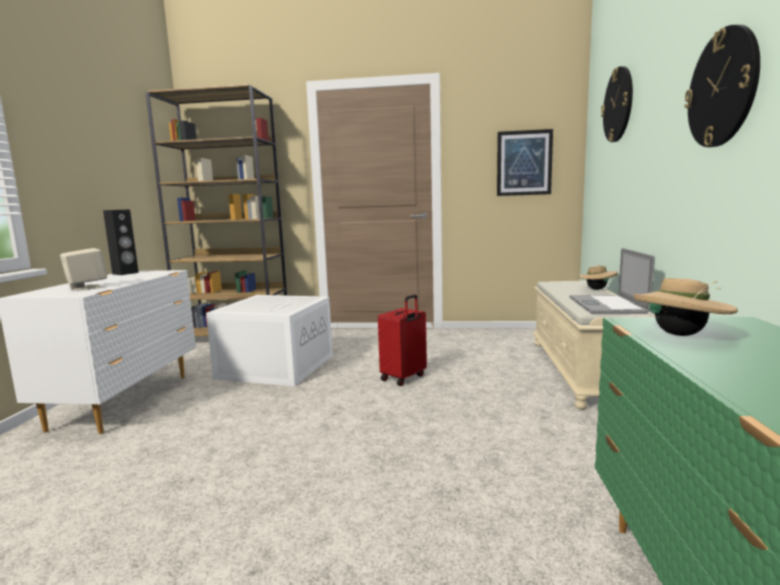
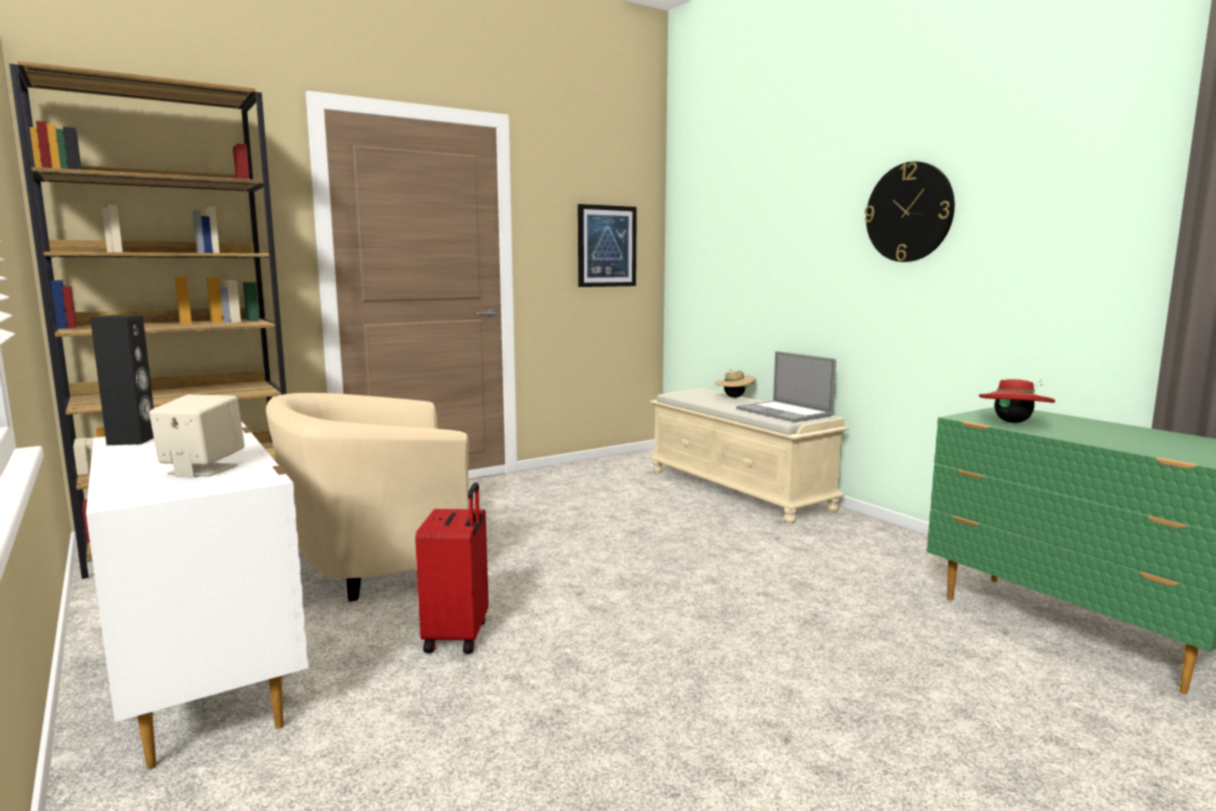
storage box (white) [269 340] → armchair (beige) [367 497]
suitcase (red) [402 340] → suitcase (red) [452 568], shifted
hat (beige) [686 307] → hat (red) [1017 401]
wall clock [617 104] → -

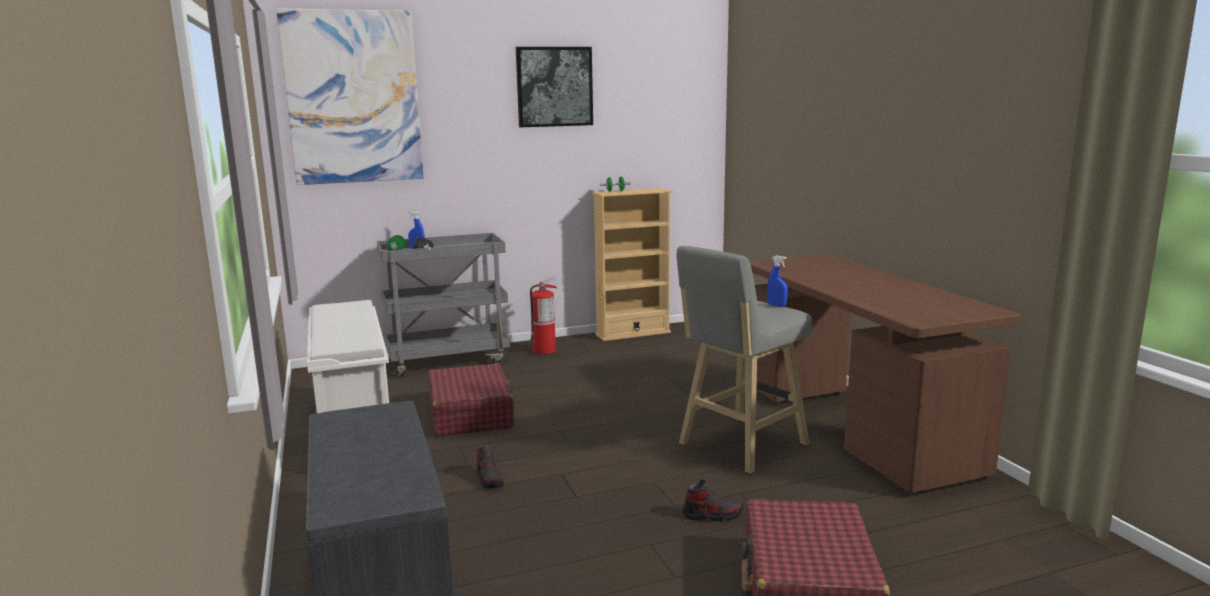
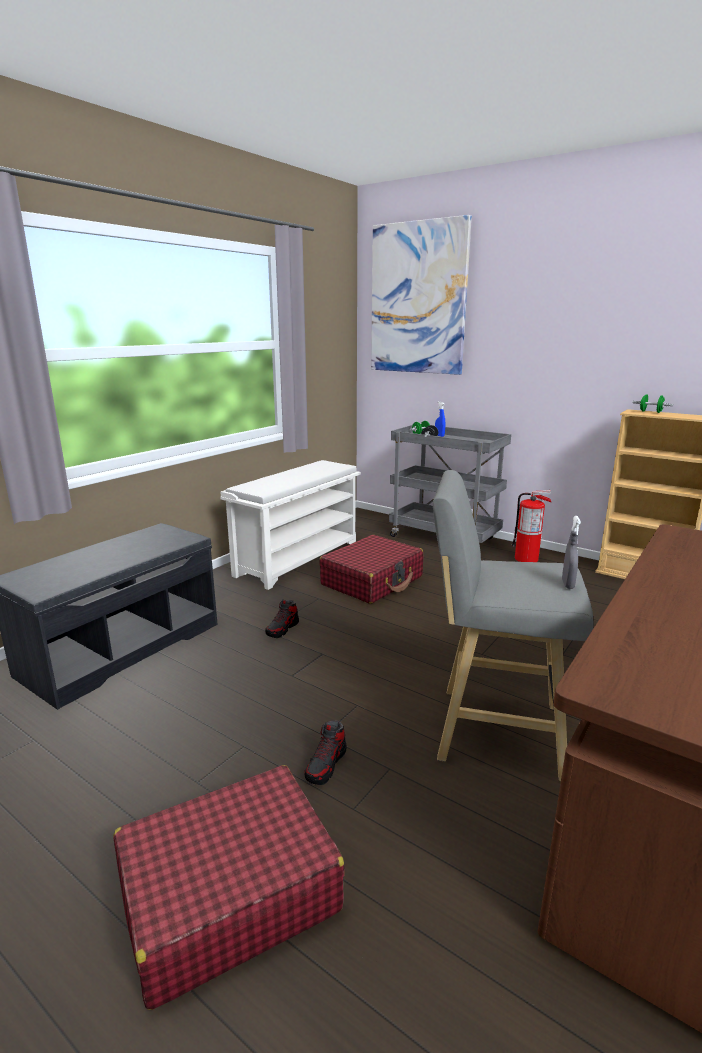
shoe [712 500] → shoe [325 752], 60 degrees clockwise
spray bottle (blue) [777 281] → spray bottle (grey) [571 552]
picture [554 87] → -

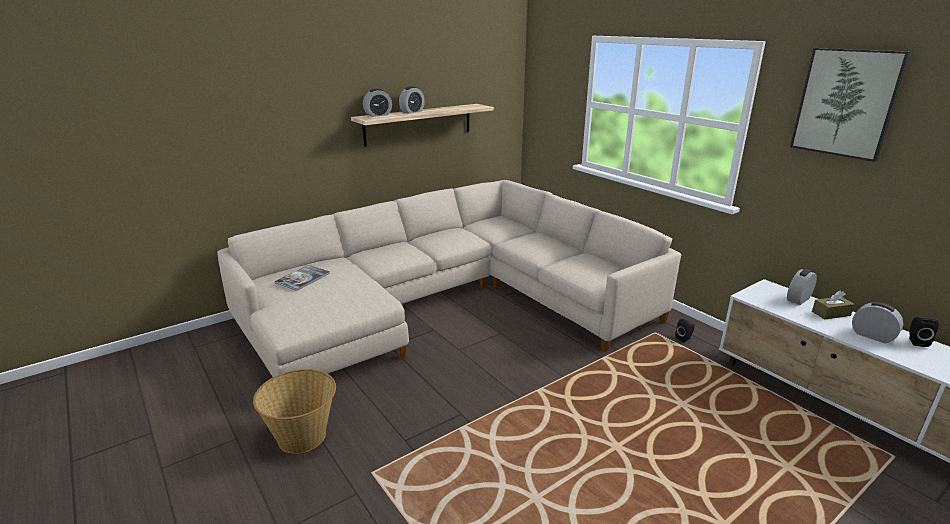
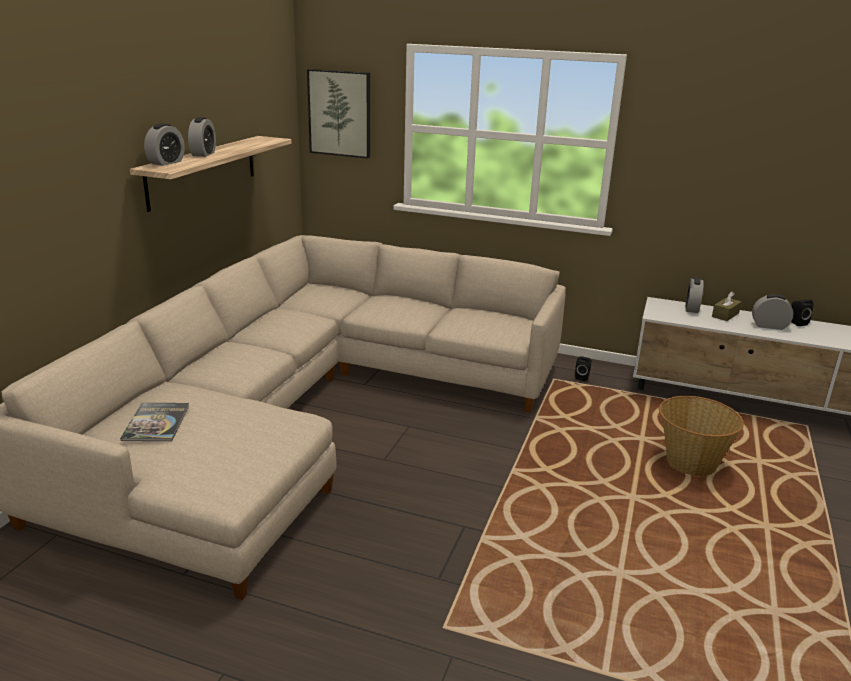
picture [850 105] → picture [338 113], shifted
basket [294 411] → basket [701 436], shifted

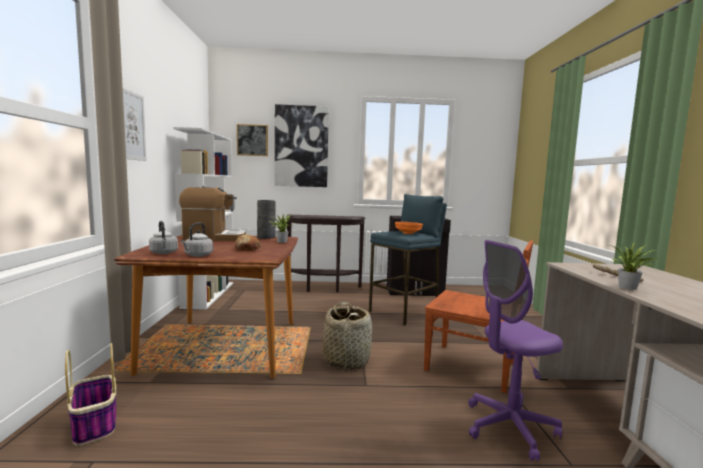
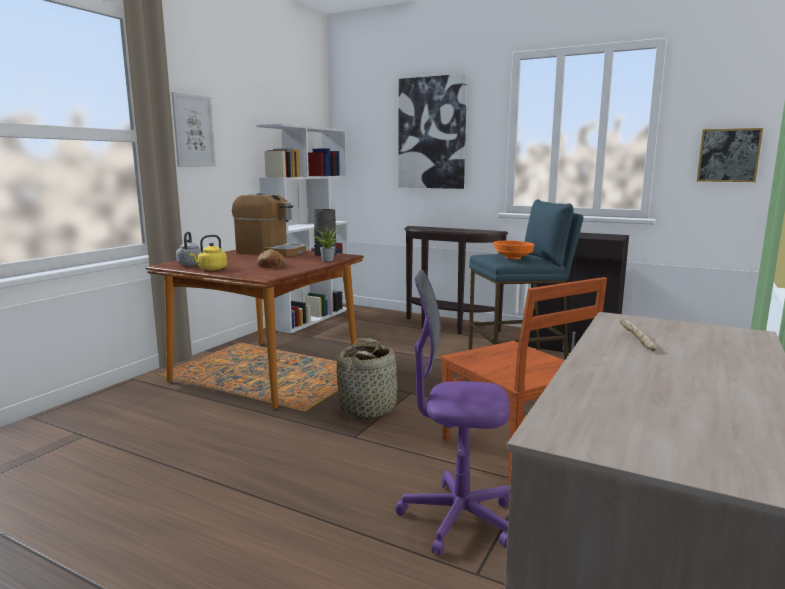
kettle (grey) [197 239] → kettle (yellow) [208 252]
picture [252 140] → picture [730 155], shifted
basket [90 394] → -
potted plant [633 266] → -

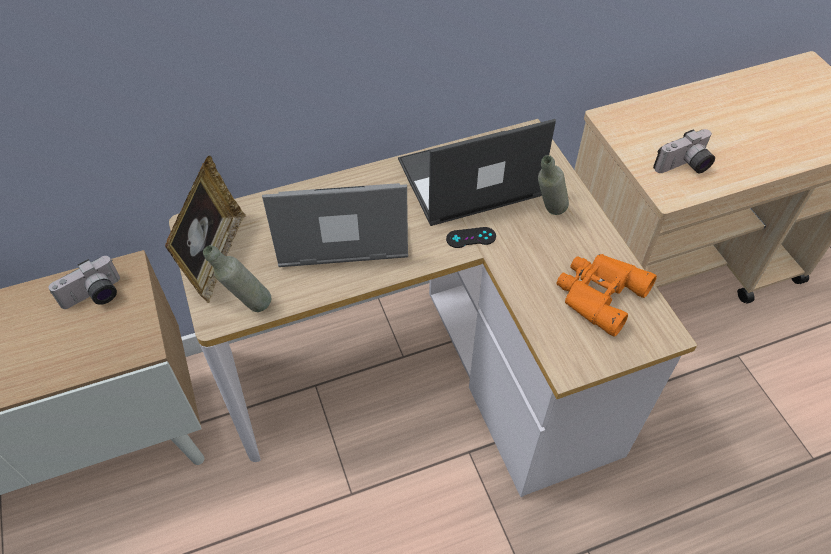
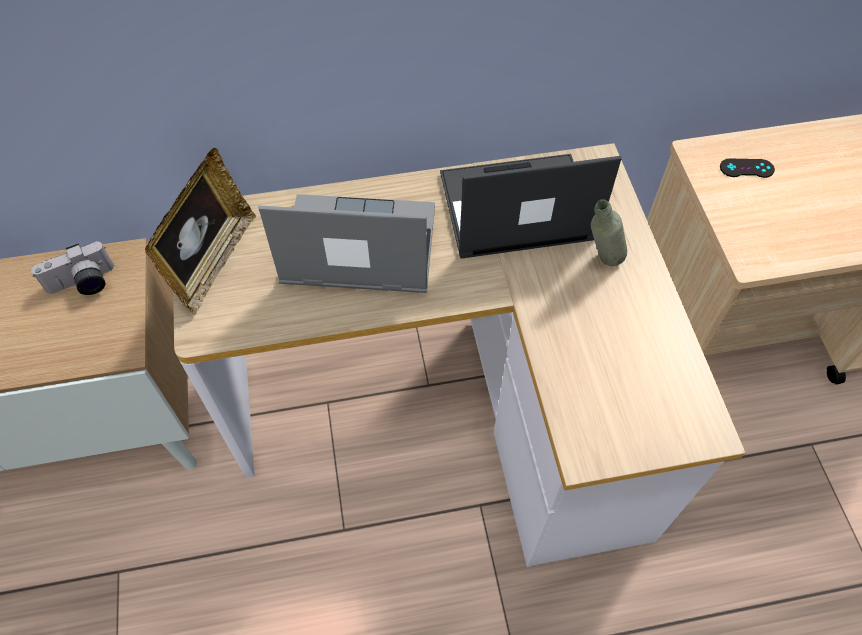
game controller (black) [471 237] → game controller (black) [747 168], shifted
bottle (grey) [237 278] → -
binoculars (orange) [607 295] → -
photo camera [684 151] → -

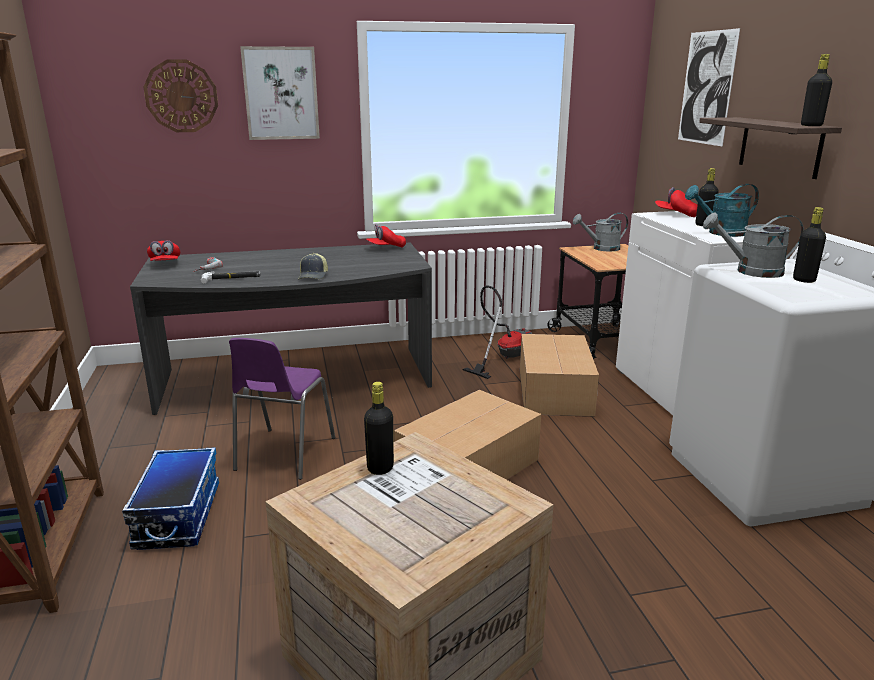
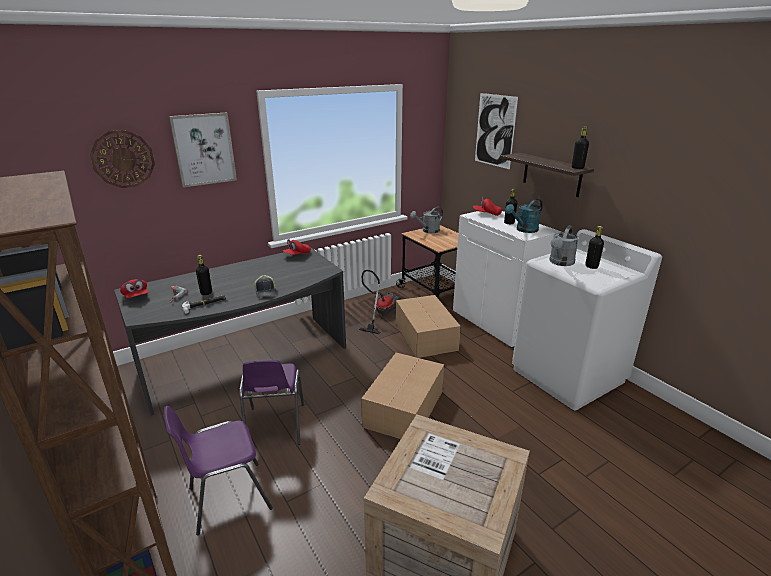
storage box [170 498] → chair (purple) [218 470]
bottle (black) [379 428] → bottle (black) [204 275], shifted
watering can (grey) [753 245] → watering can (grey) [564 246], 45 degrees counterclockwise

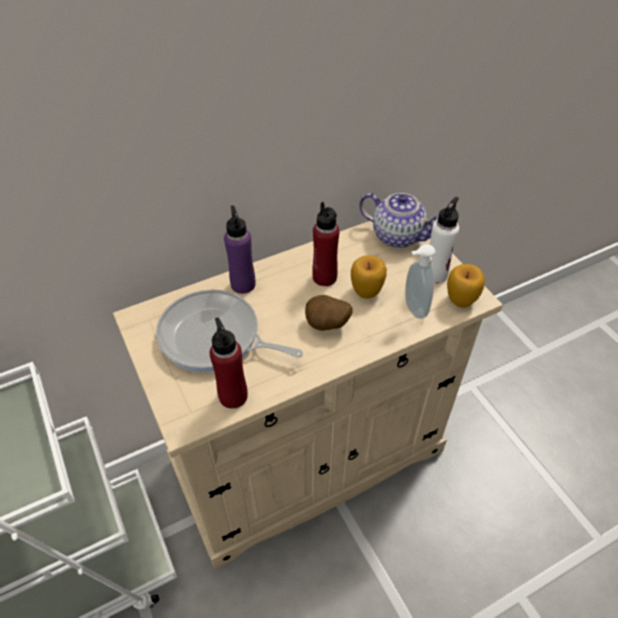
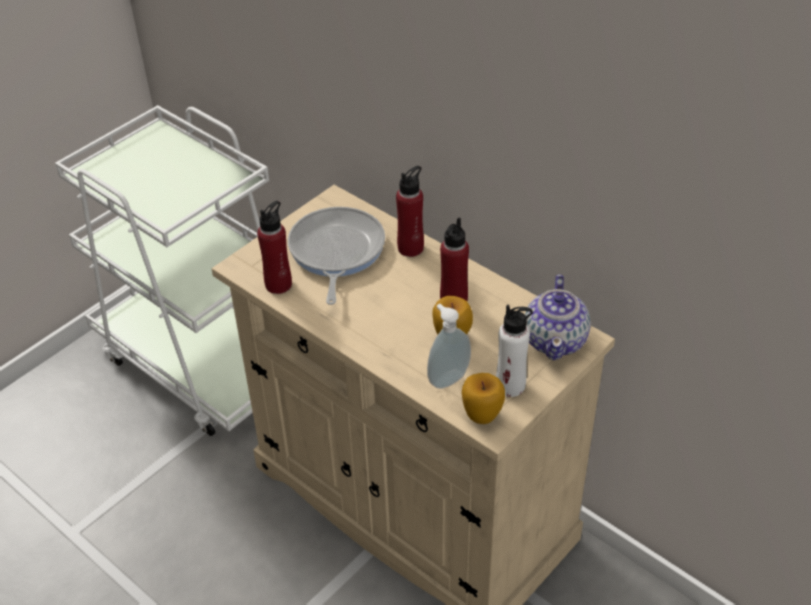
bottle (purple) [239 249] → bottle (red) [410 211]
potato [329 313] → -

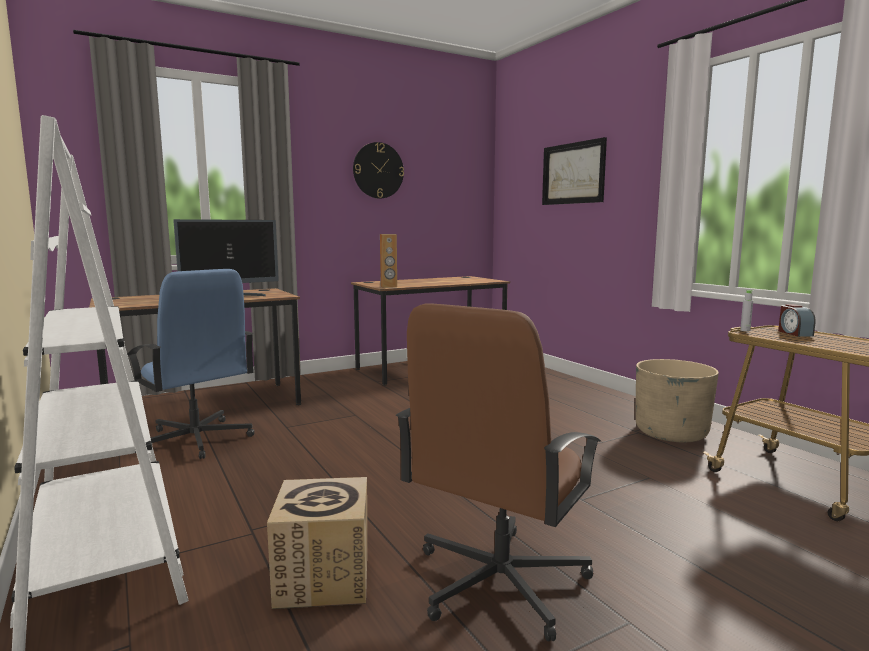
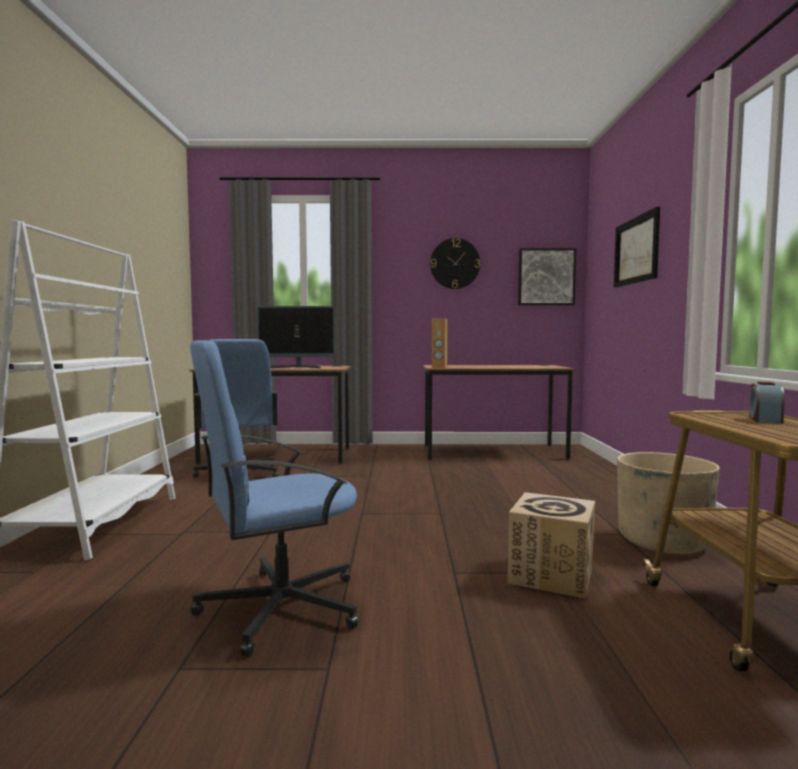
office chair (brown) [498 472] → office chair (blue) [274 498]
cardboard box [317 543] → cardboard box [551 545], shifted
- → picture [547 276]
bottle (grey) [746 310] → -

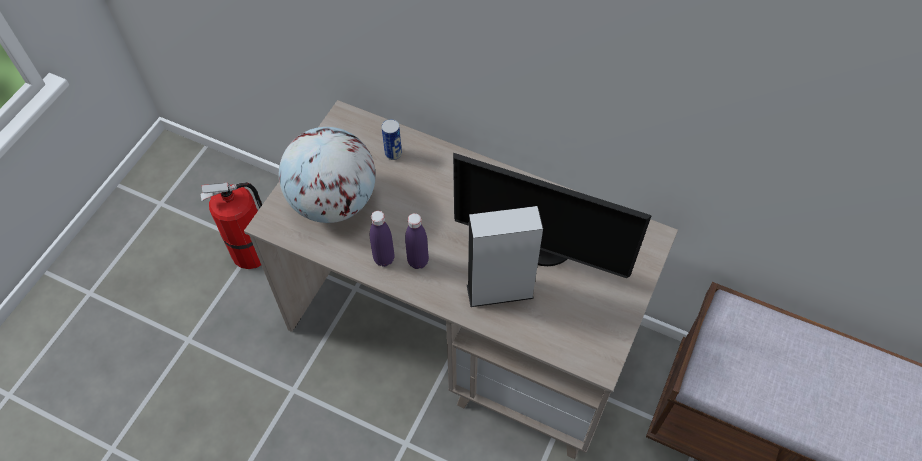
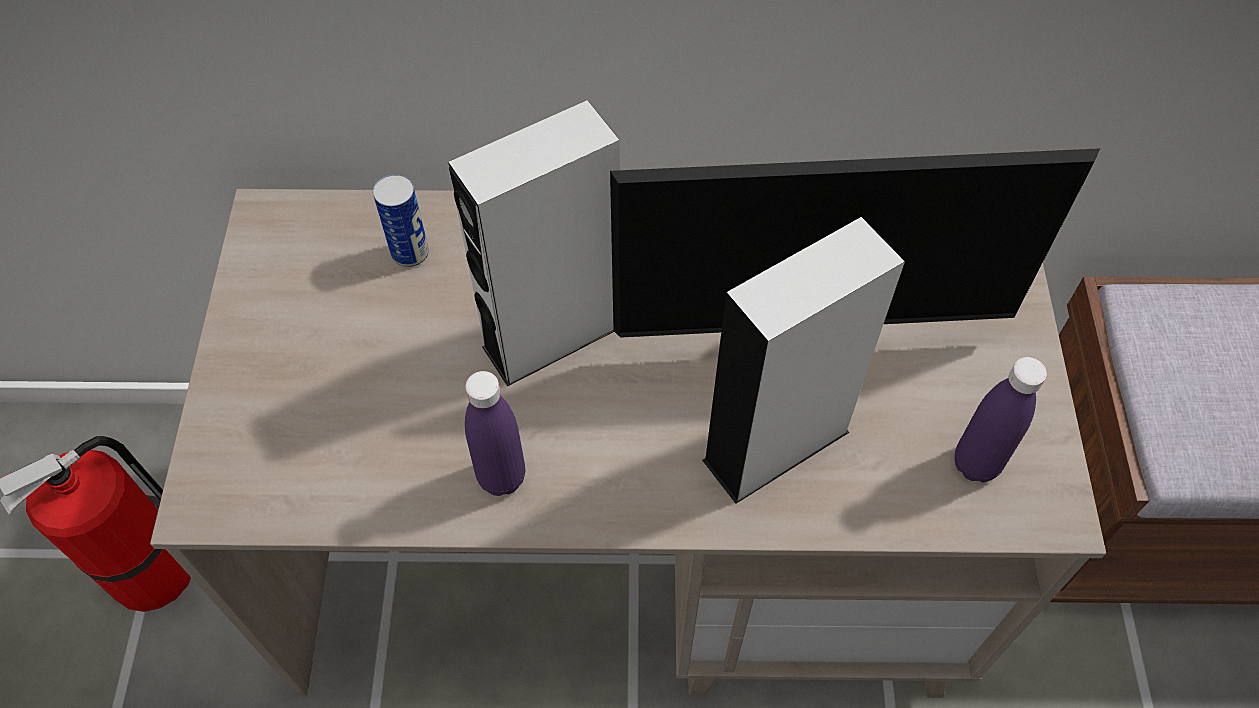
- → speaker (grey) [534 243]
bottle (purple) [417 241] → bottle (purple) [1001 420], shifted
globe [327 175] → -

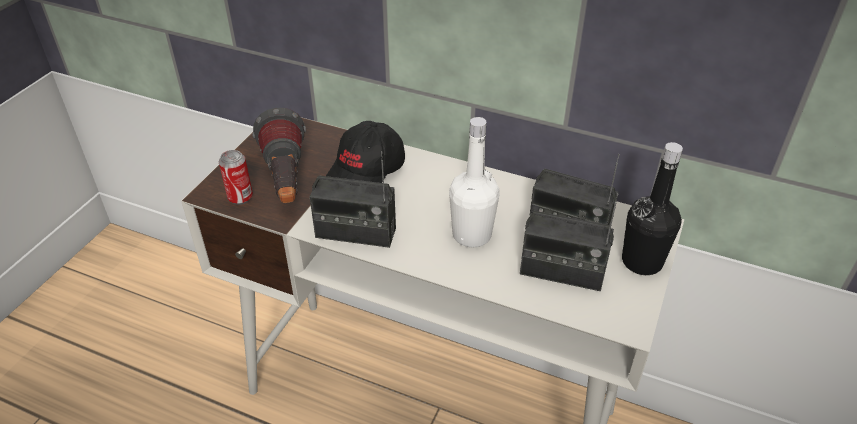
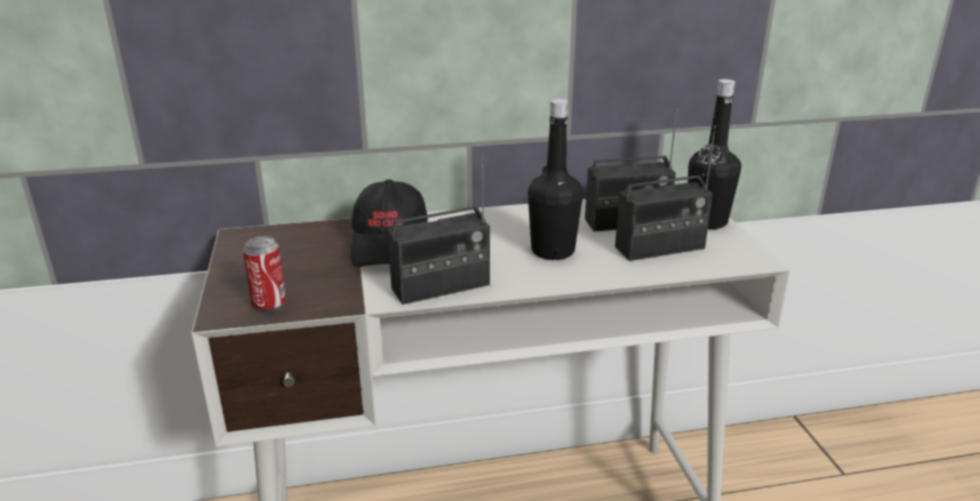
bottle (white) [474 182] → bottle (black) [555 179]
flashlight [279 155] → -

